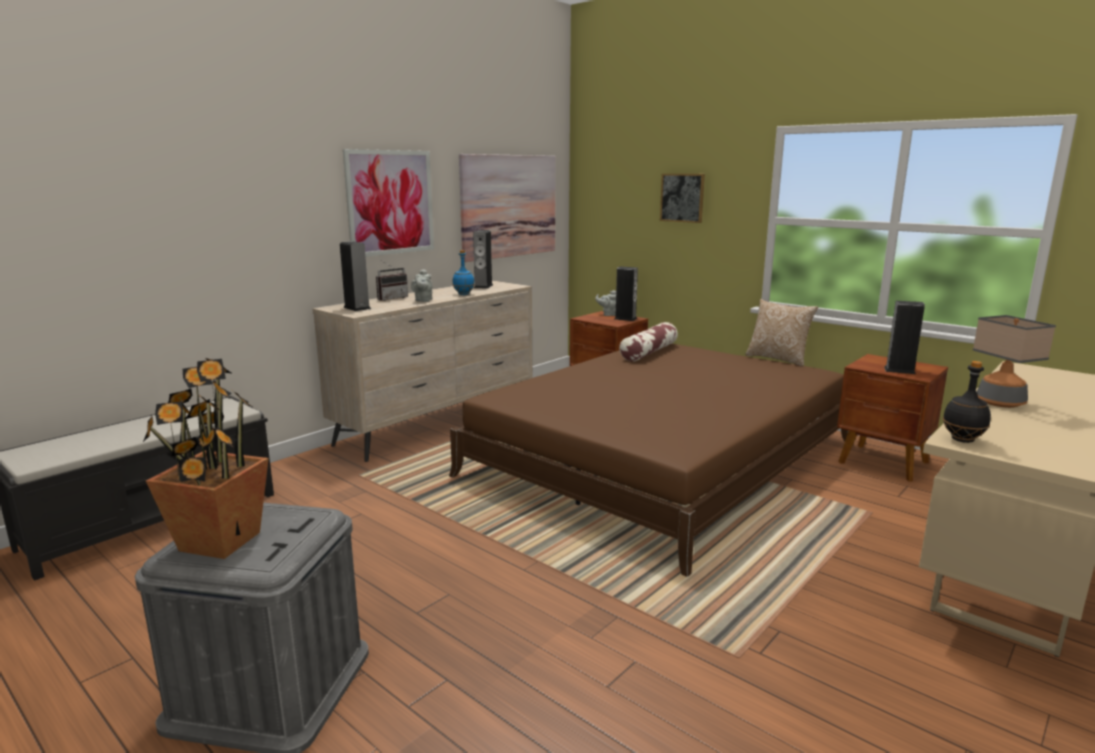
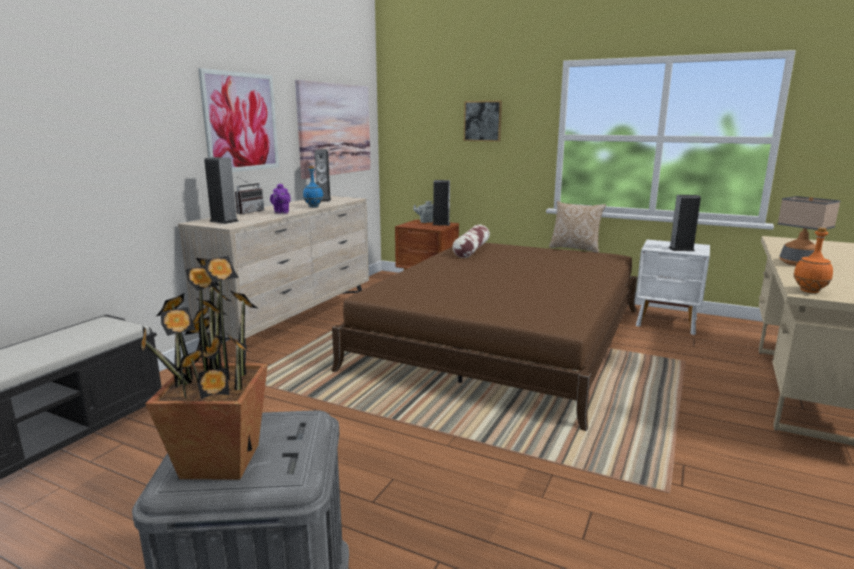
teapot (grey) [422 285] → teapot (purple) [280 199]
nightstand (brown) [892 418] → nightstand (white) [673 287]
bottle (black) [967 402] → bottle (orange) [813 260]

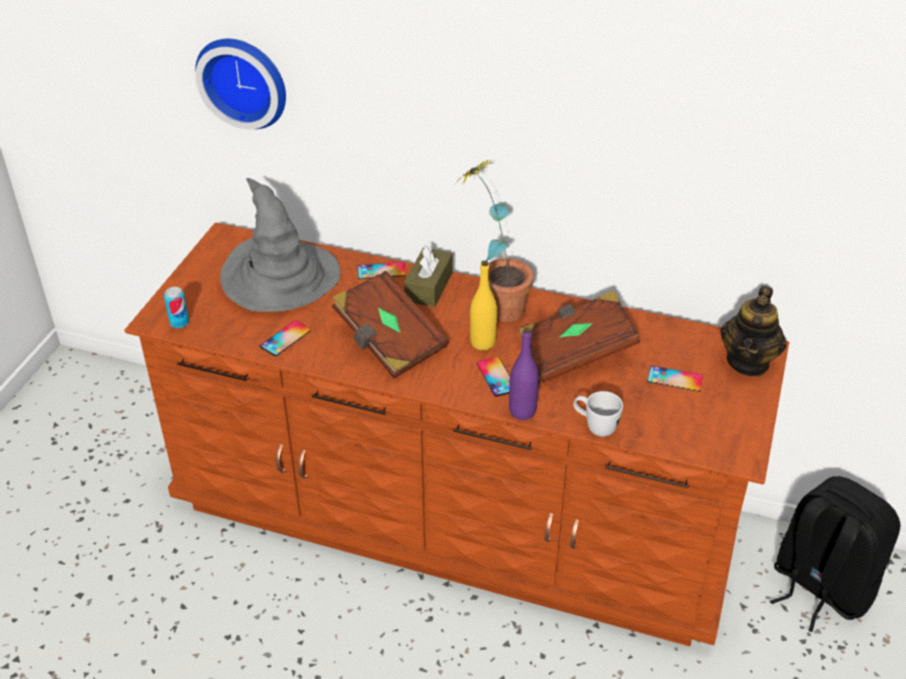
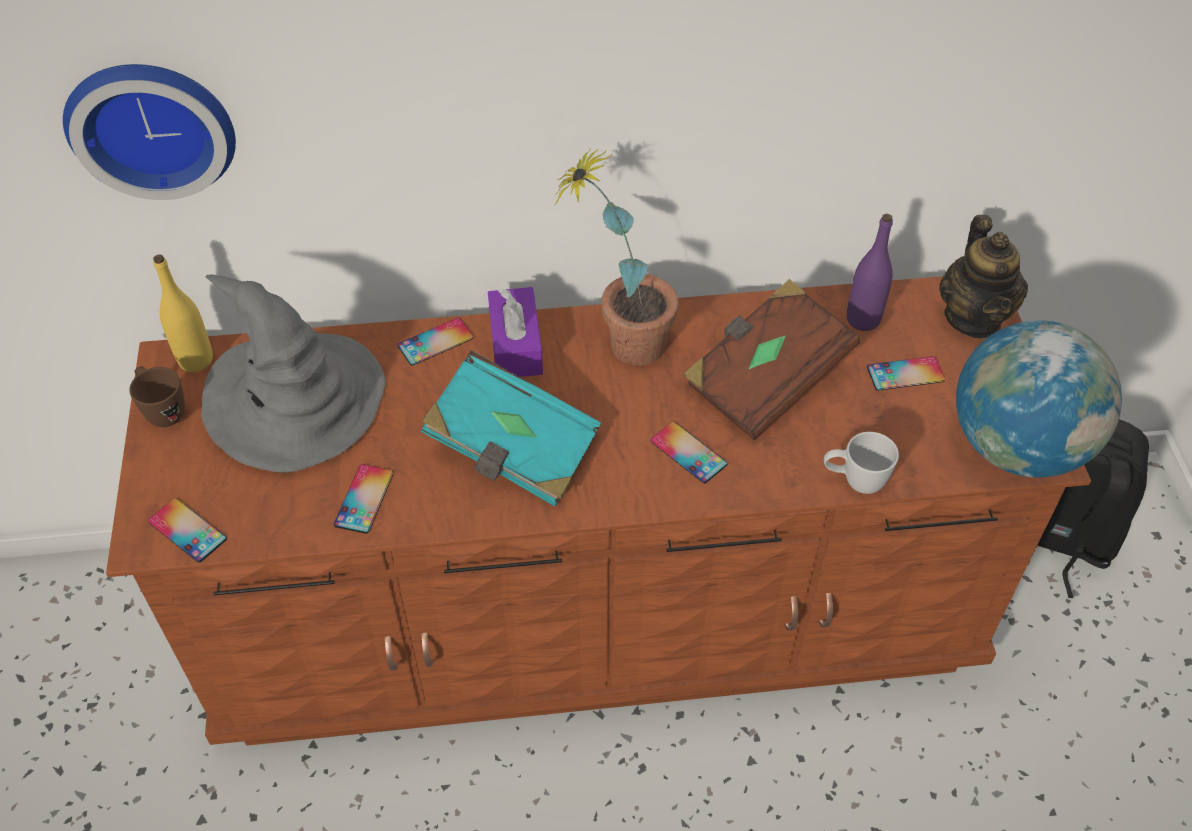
- → mug (brown) [157 396]
can [176 307] → phone [187 530]
bottle (yellow) [483 305] → bottle (yellow) [183 313], shifted
book (brown) [390 324] → book (turquoise) [511 428]
tissue box (brown) [428 276] → tissue box (purple) [515 332]
bottle (purple) [524 373] → bottle (purple) [870 272], shifted
- → globe [1039 399]

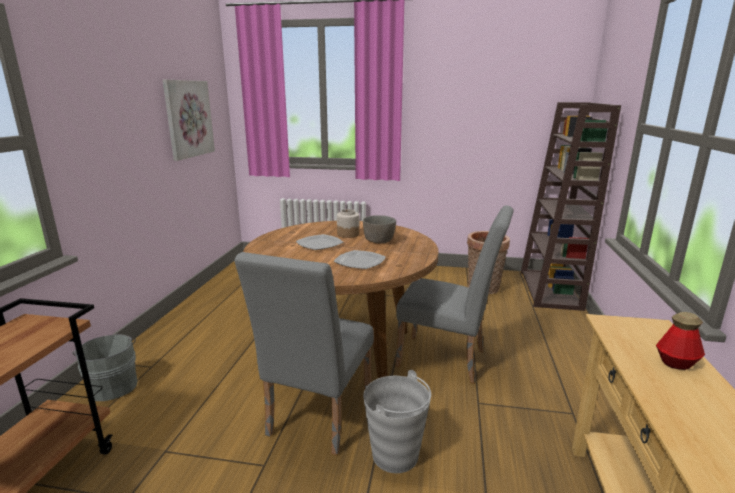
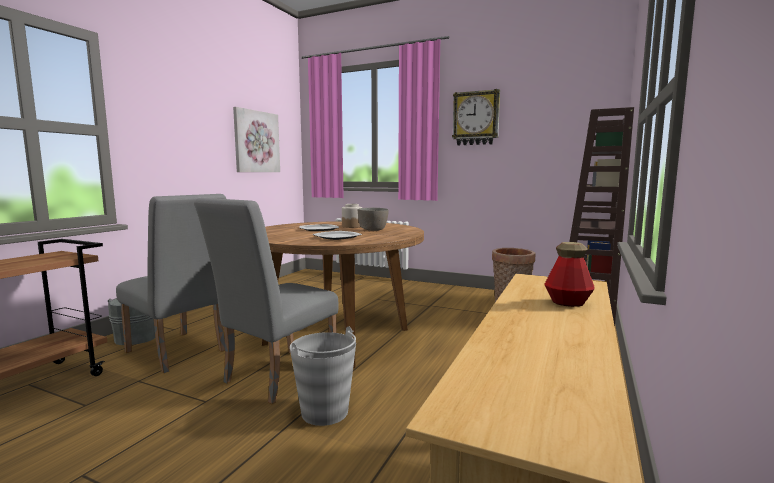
chair (grey) [455 295] → chair (grey) [171 283], shifted
- → wall clock [476 117]

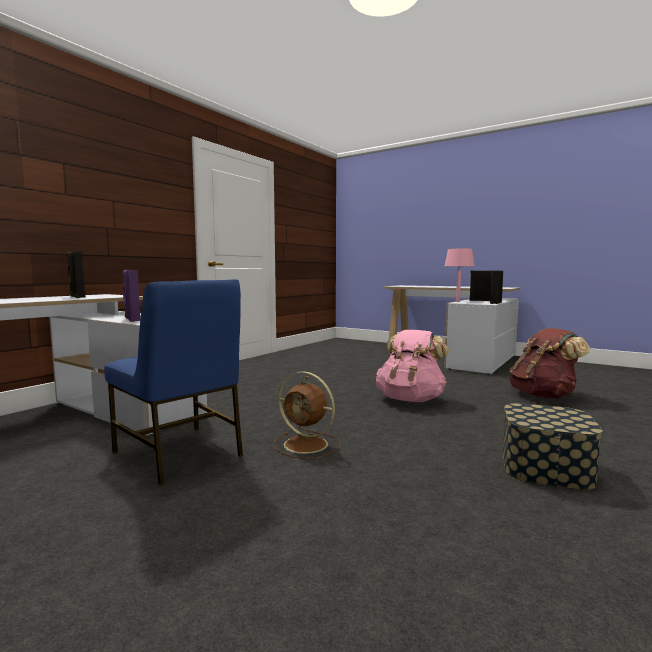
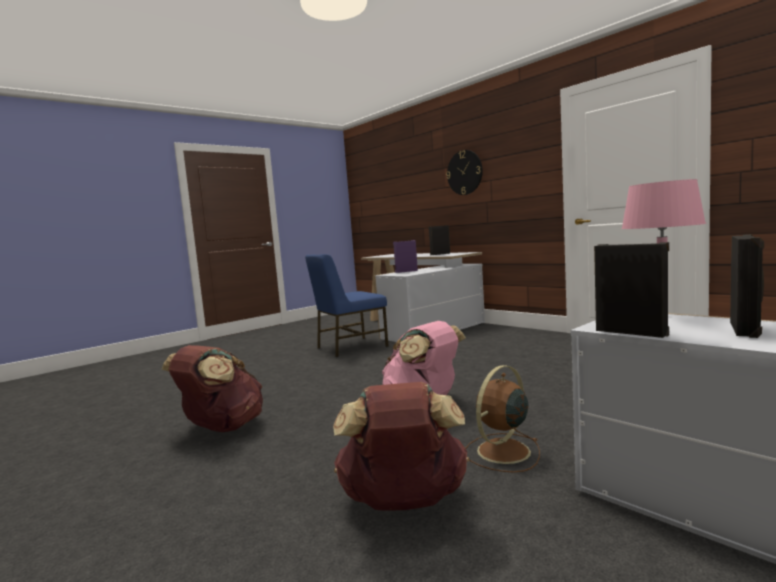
storage box [552 446] → backpack (brown) [212 388]
- → wall clock [464 172]
fan (brown) [307 415] → fan (brown) [502 419], shifted

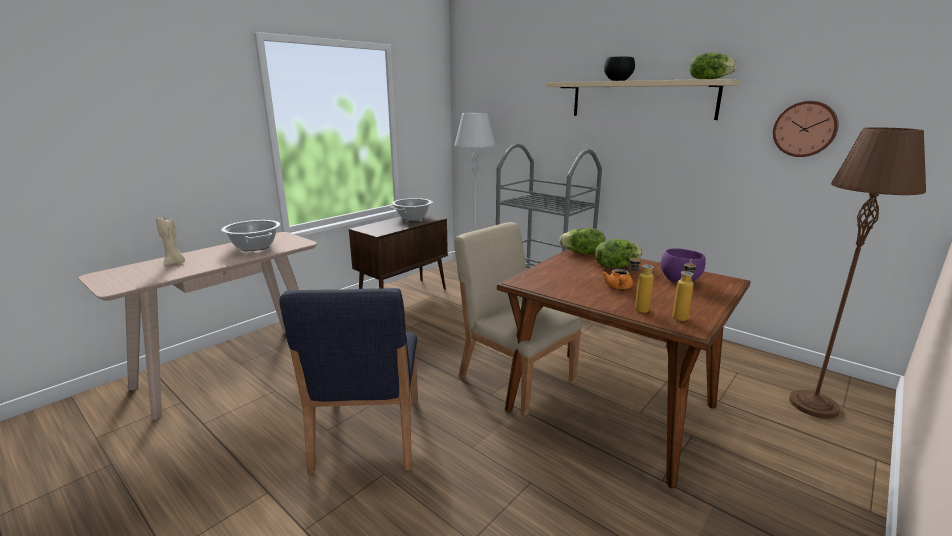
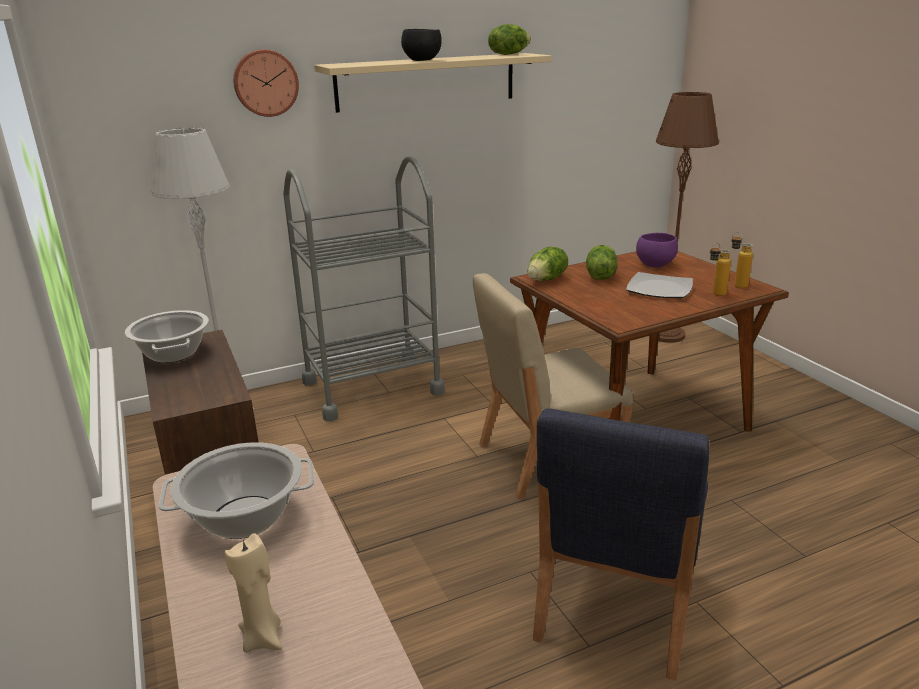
wall clock [805 129] → wall clock [266 83], shifted
chair (blue) [348 381] → chair (blue) [621 544], 90 degrees clockwise
teapot (orange) [617 279] → plate [659 285]

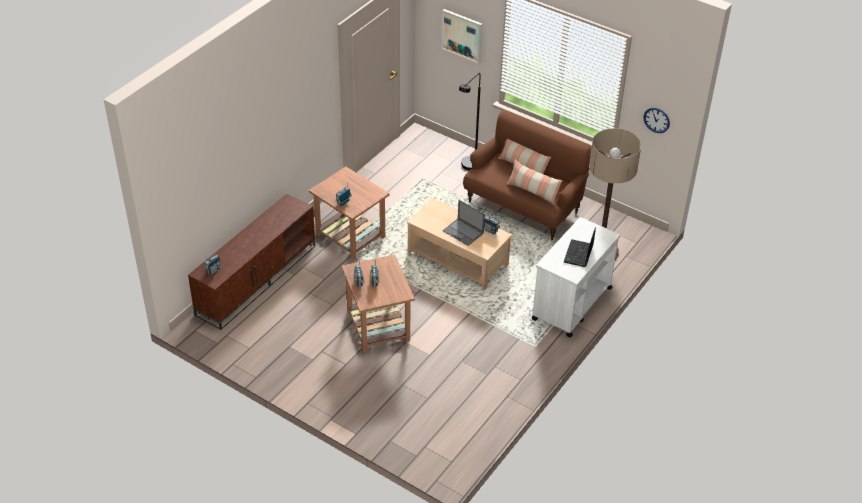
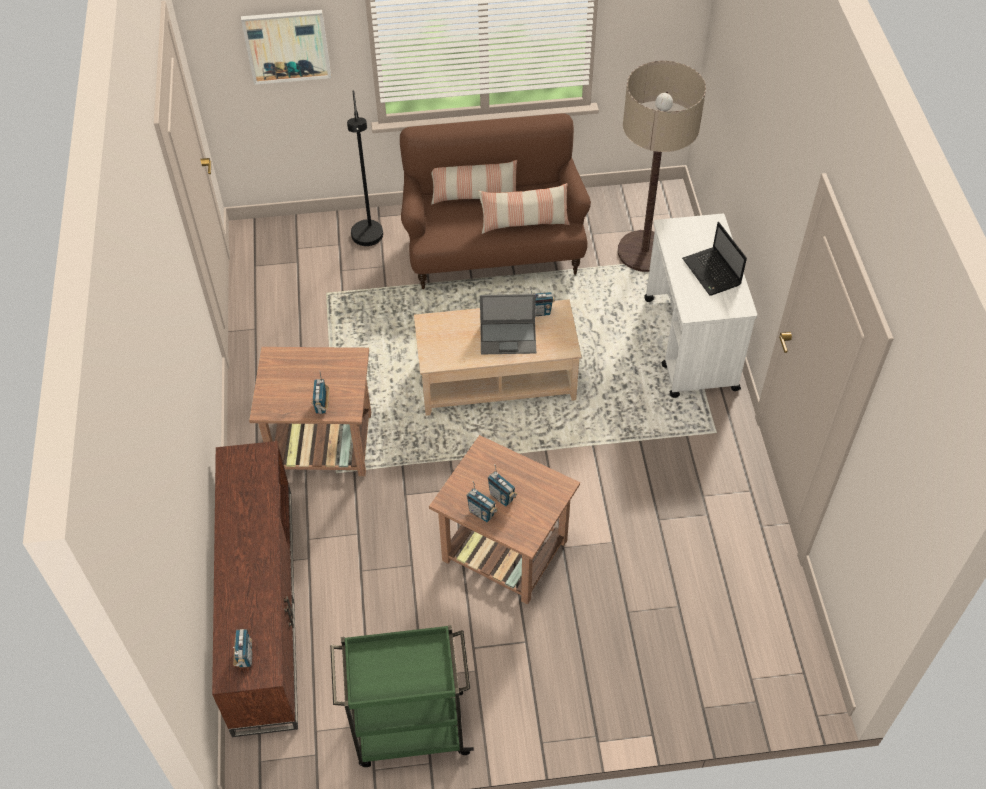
- → cart (green) [402 696]
wall clock [656 120] → -

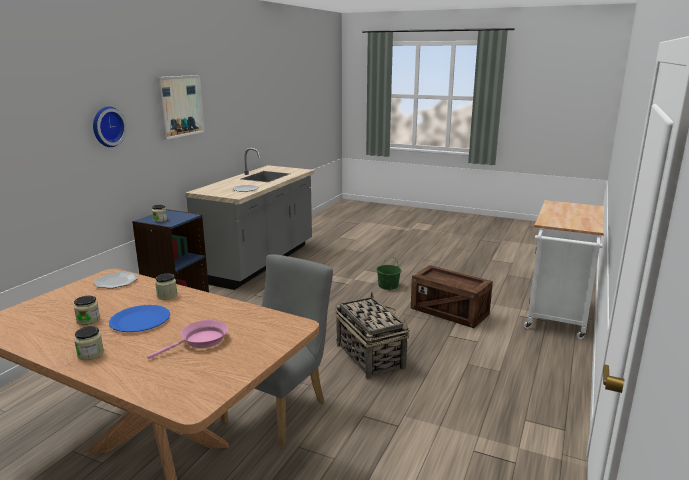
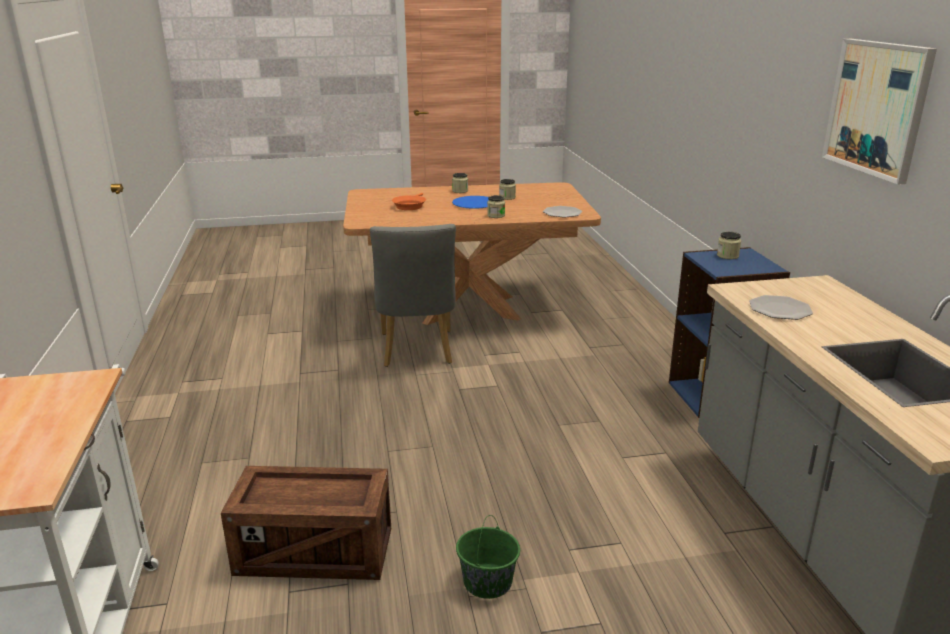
frying pan (pink) [187 339] → frying pan (orange) [409 201]
wall clock [110 126] → -
basket [372 335] → -

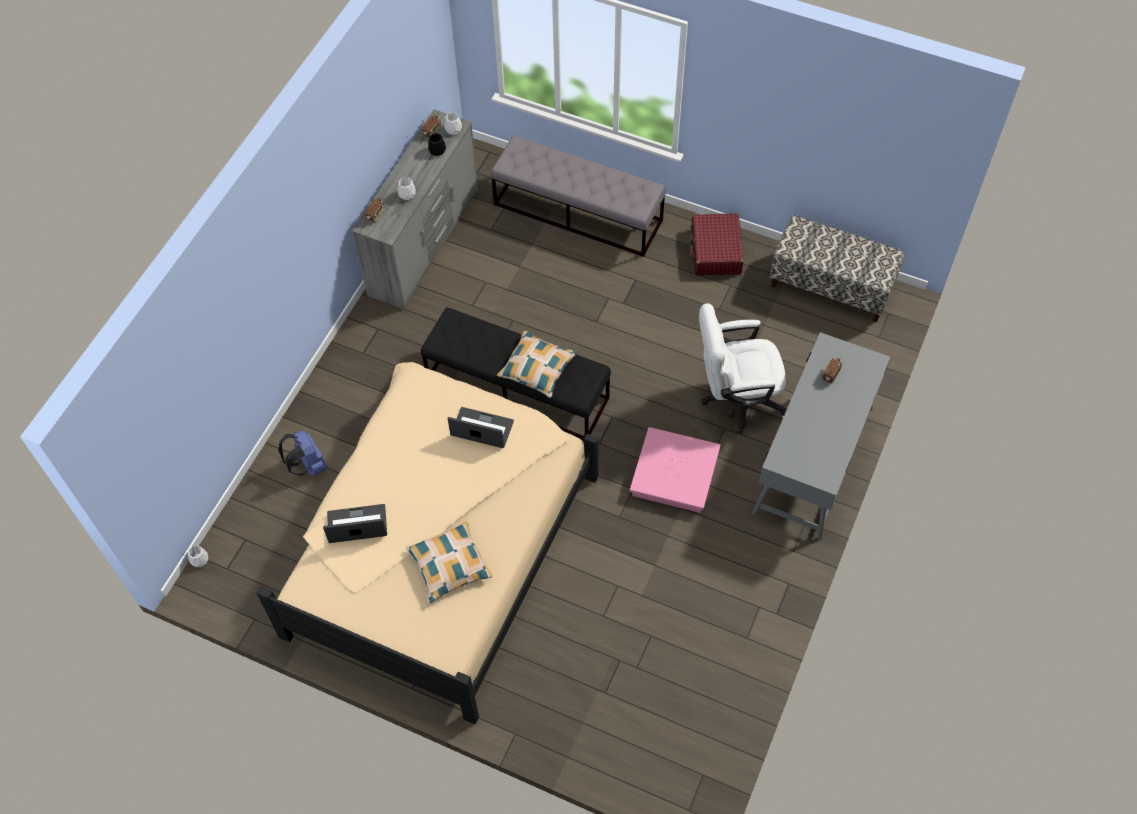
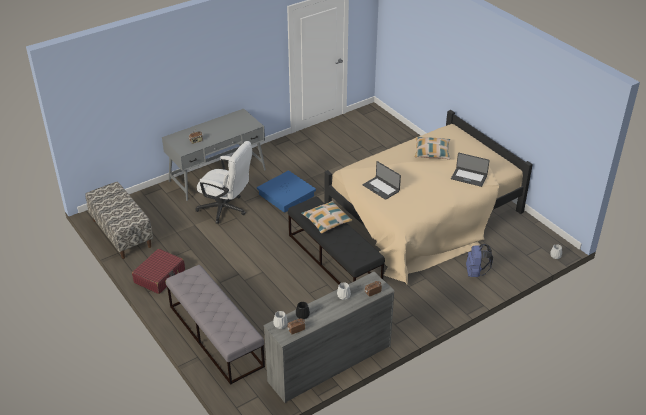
storage box (pink) [675 470] → storage box (blue) [286 191]

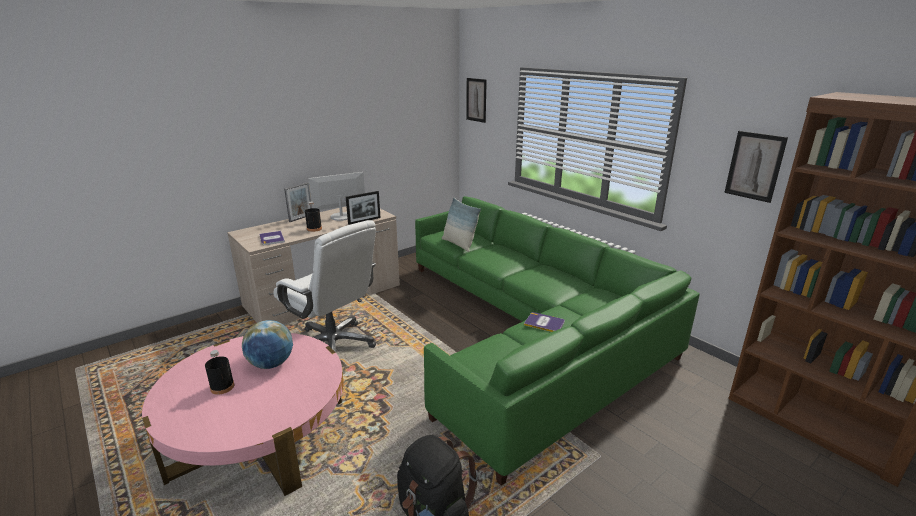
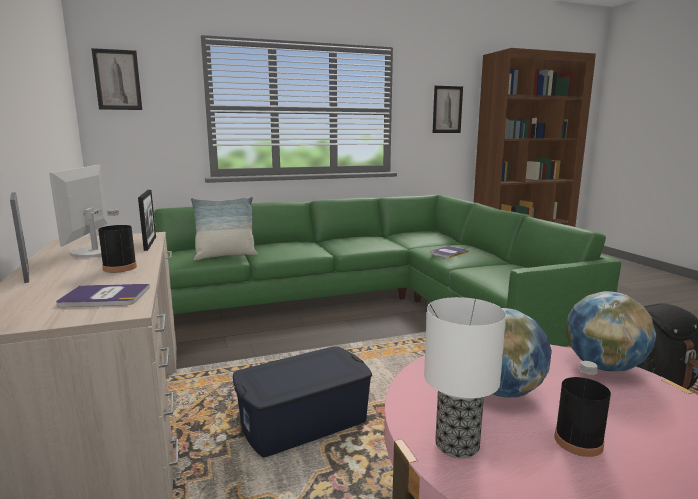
office chair (white) [325 286] → storage box (blue) [302 401]
- → table lamp [465 378]
- → globe [611 331]

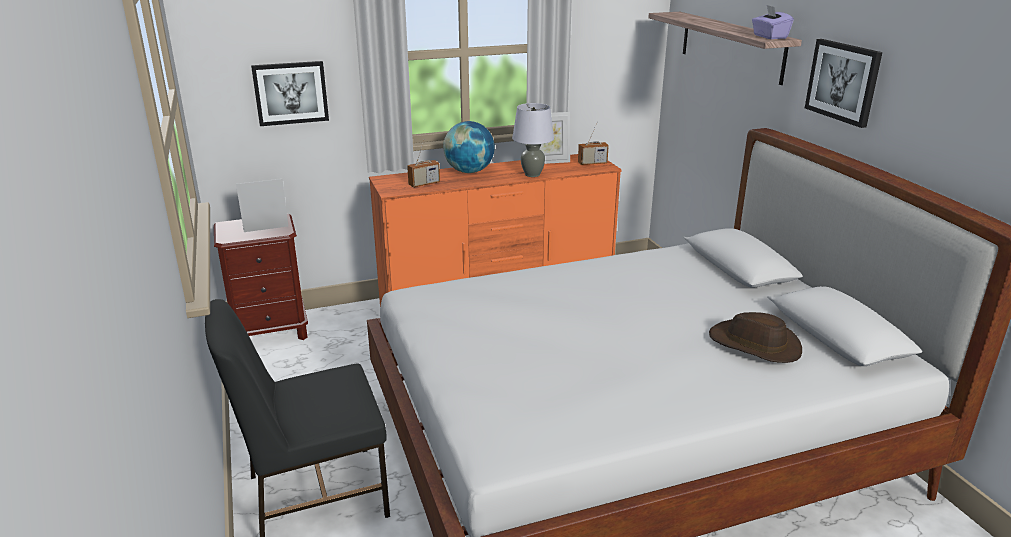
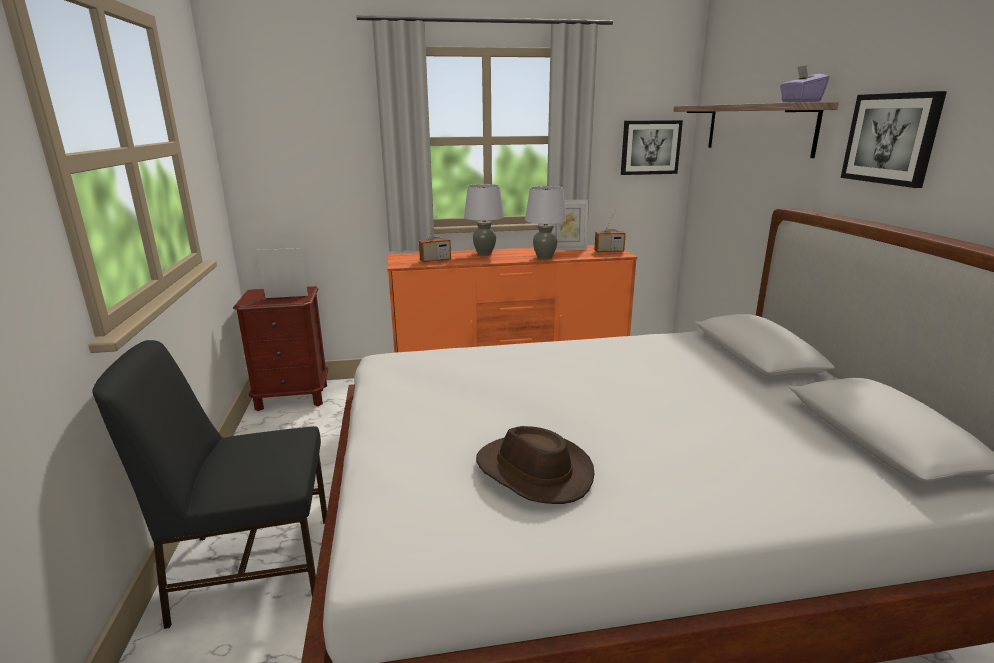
globe [469 147] → table lamp (grey) [484 219]
hat (brown) [755 337] → hat (brown) [535 465], shifted
picture [290 93] → picture [652 147], shifted

